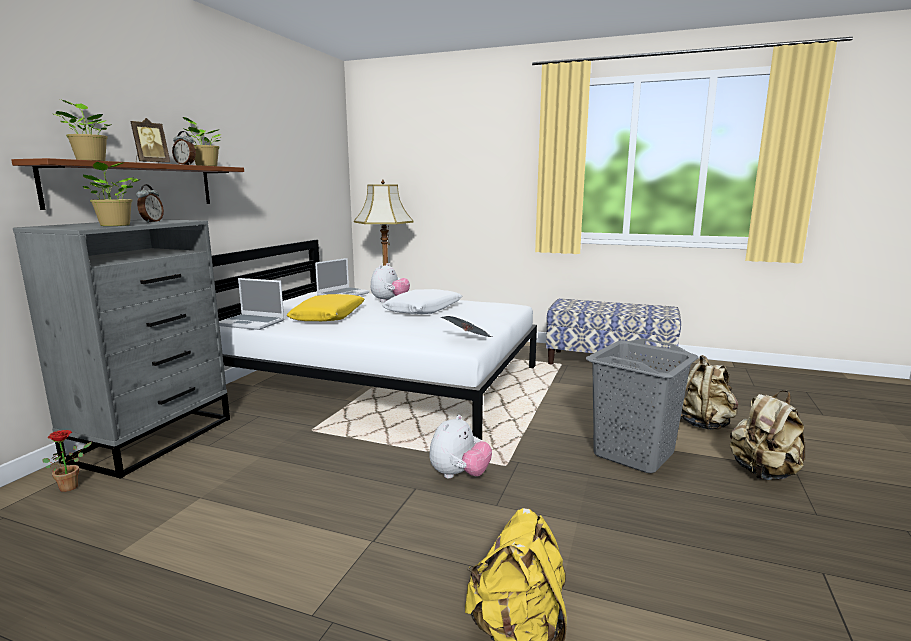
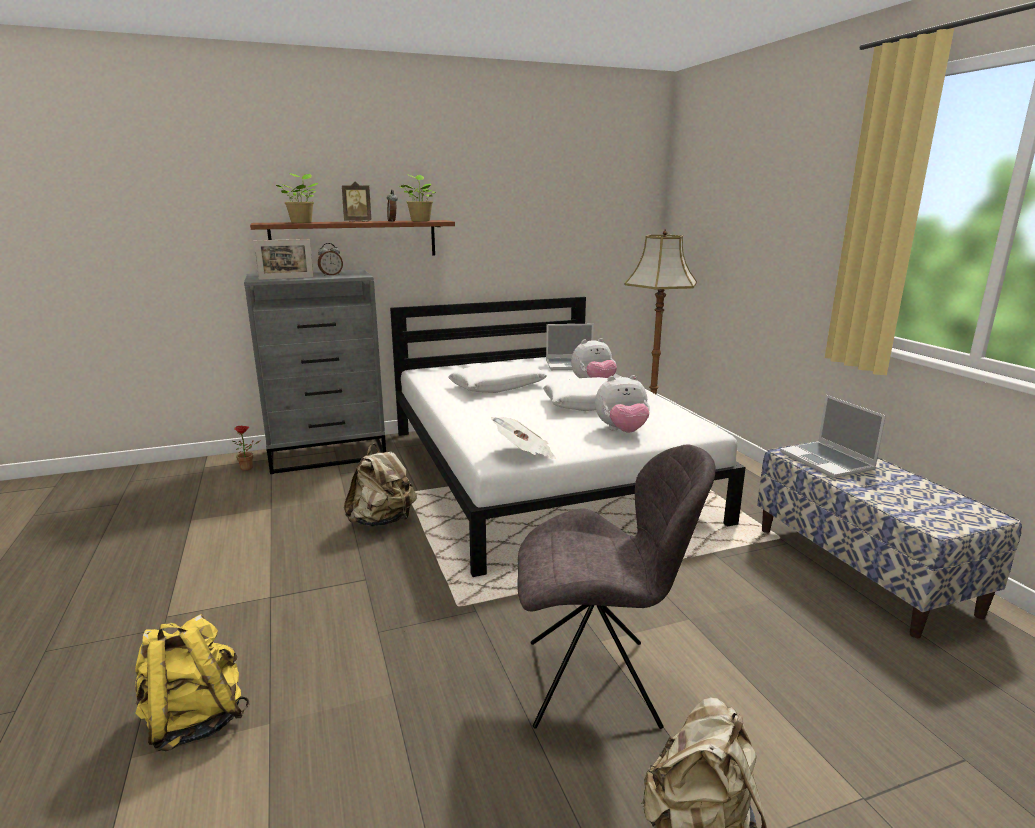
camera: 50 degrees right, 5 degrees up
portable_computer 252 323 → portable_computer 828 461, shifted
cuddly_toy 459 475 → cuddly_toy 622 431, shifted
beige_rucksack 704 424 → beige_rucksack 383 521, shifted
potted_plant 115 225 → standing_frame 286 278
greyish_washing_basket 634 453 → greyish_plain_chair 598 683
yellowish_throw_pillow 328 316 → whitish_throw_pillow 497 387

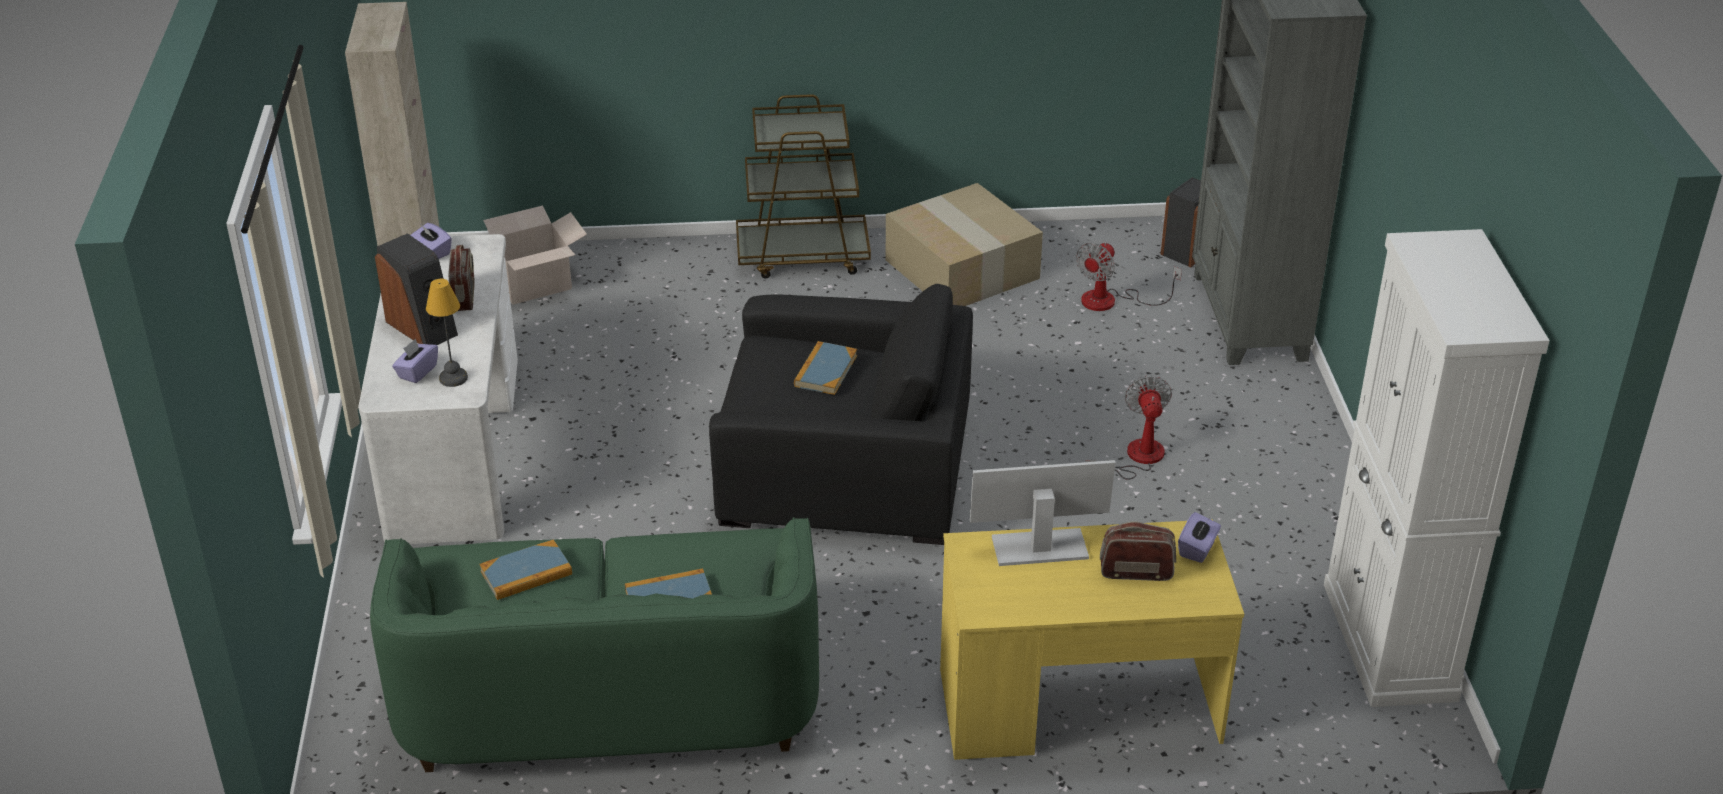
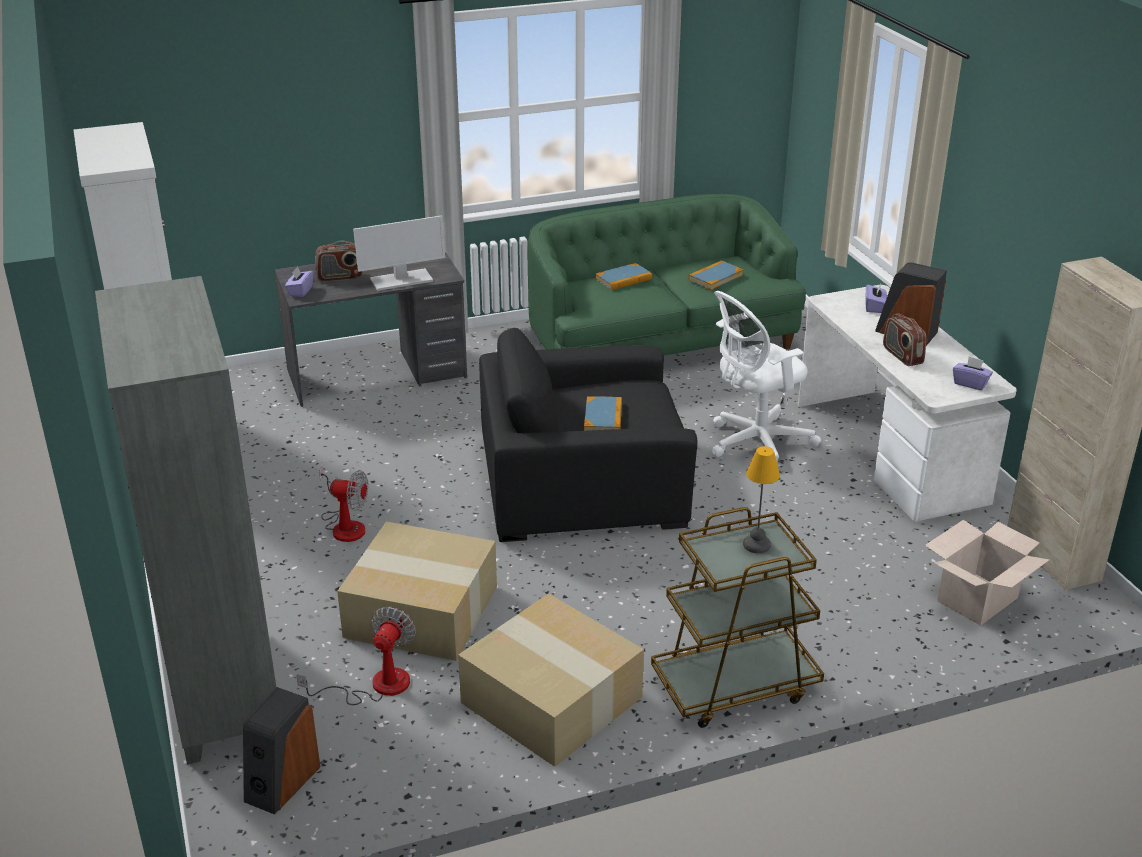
camera: 165 degrees right, 5 degrees down
- → carton 419 612
- → whitish_desk_chair 755 443
lamp_for_a_table 454 378 → lamp_for_a_table 755 545, shifted
yellowish_desk_unit 1078 706 → greyish_desk_unit 377 374
fan 1135 458 → fan 345 525, 60 degrees counterclockwise

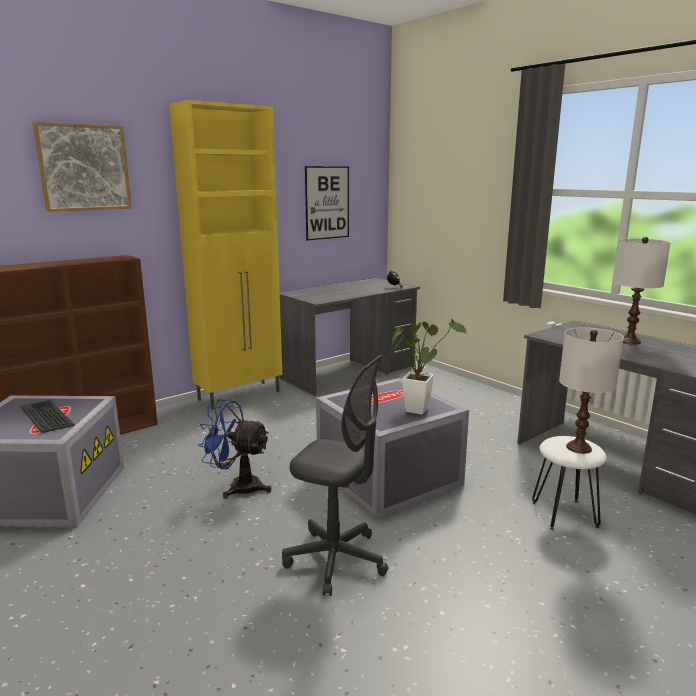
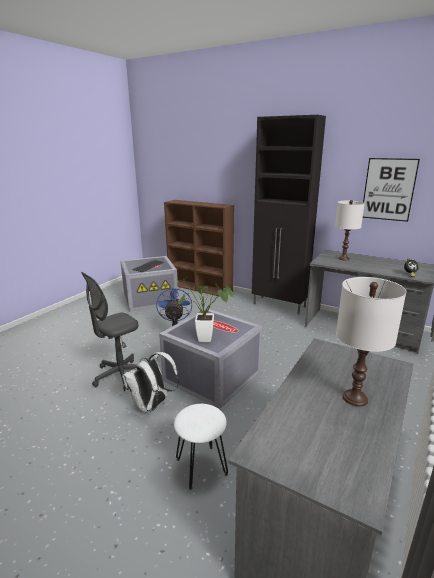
camera: 70 degrees right, 5 degrees up
picture 84 167 → -
- → whitish_rucksack 152 406
whitish_lamp_for_a_table 578 448 → whitish_lamp_for_a_table 343 258, shifted
yellowish_storage_cabinet 240 395 → black_storage_cabinet 280 305
greyish_desk_chair 336 560 → greyish_desk_chair 120 375, 45 degrees clockwise

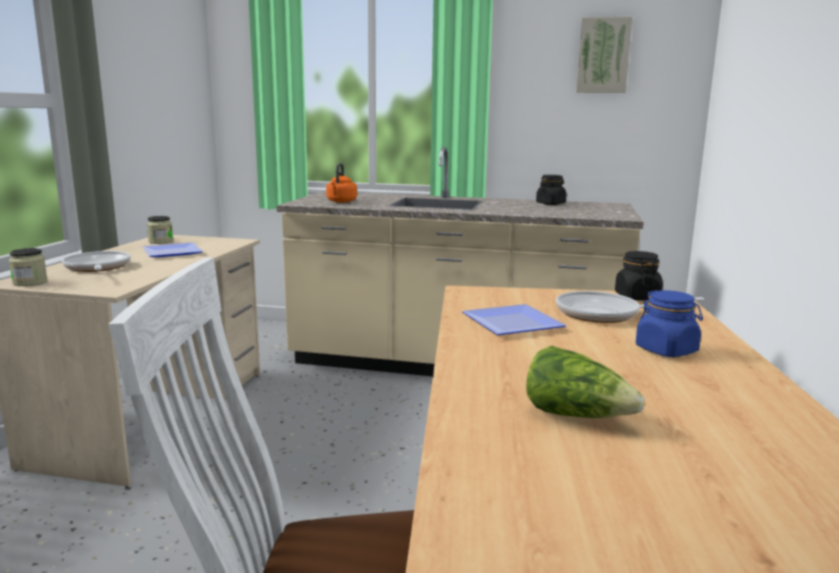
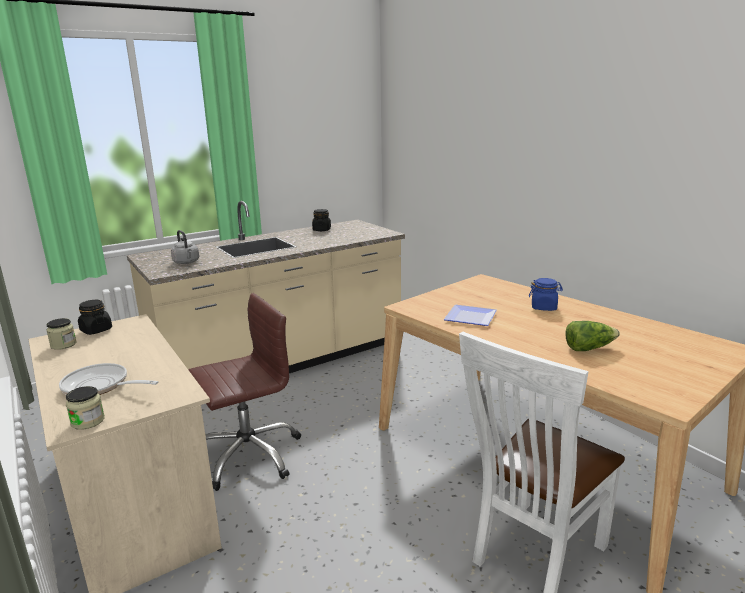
camera: 45 degrees left, 5 degrees up
flat_dish 171 253 → -
pan 605 314 → -
picture 603 55 → -
- → brownish_desk_chair 248 455
black_storage_jar 637 297 → black_storage_jar 96 330, shifted
orange-coloured_kettle 341 202 → greyish_kettle 187 262

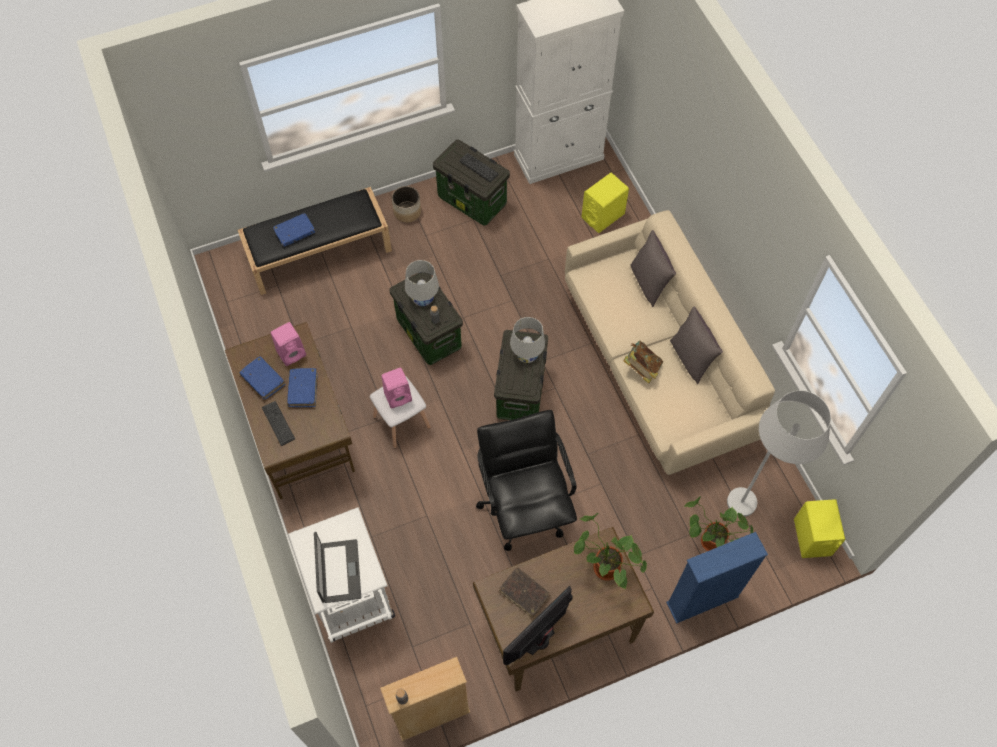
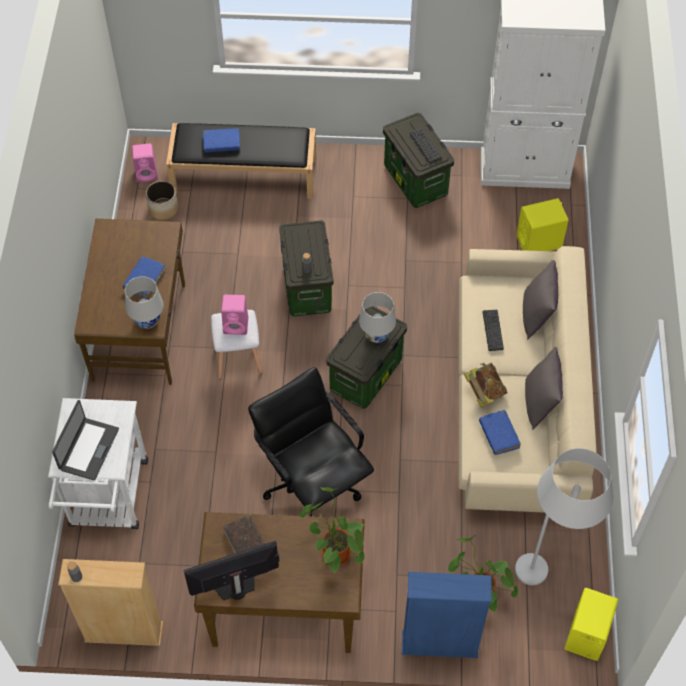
camera: 25 degrees right, 5 degrees down
bluish_book 263 380 → bluish_book 499 435, shifted
keyboard 278 423 → keyboard 492 330, shifted
pink-coloured_audio_speaker 292 352 → pink-coloured_audio_speaker 147 174, shifted
planter 407 212 → planter 163 209, shifted
whitish_lamp_for_a_table 423 299 → whitish_lamp_for_a_table 147 320, shifted
black_desk_chair 524 507 → black_desk_chair 312 483, 45 degrees counterclockwise

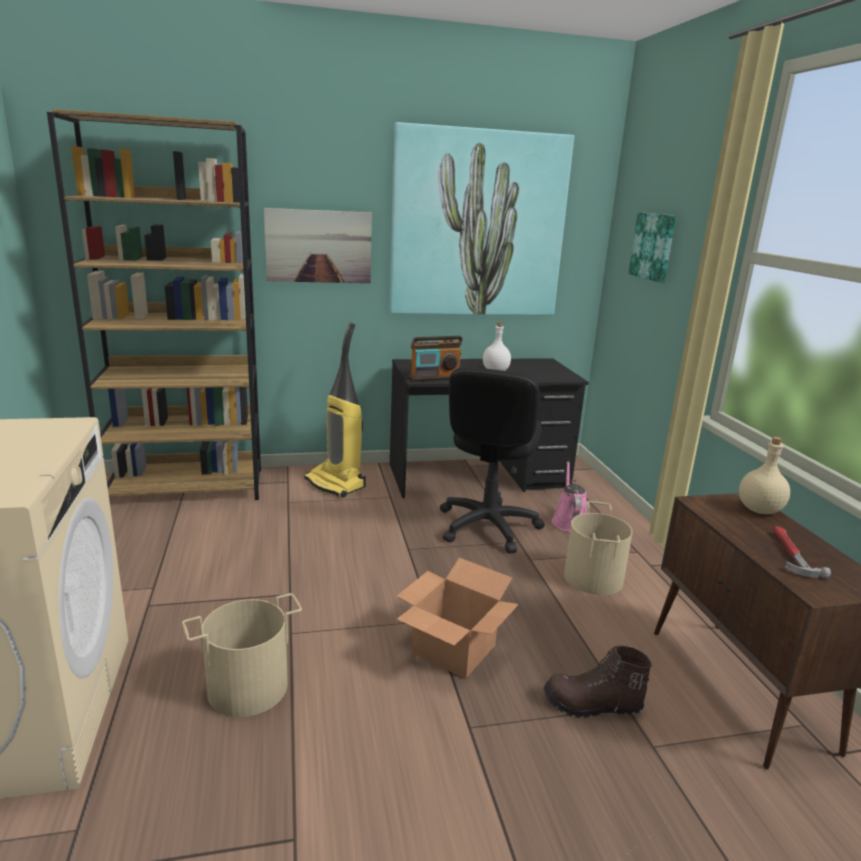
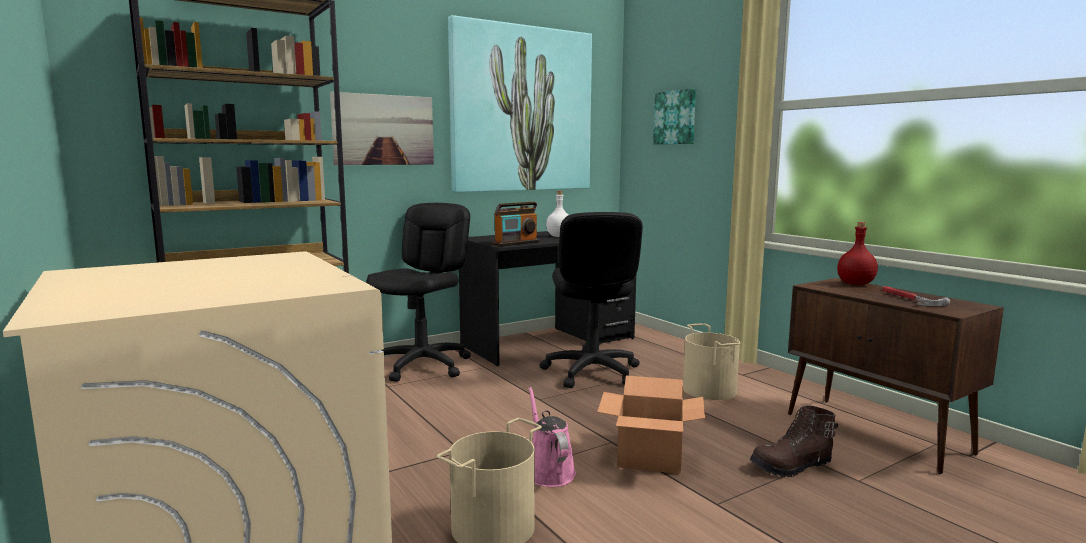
camera: 20 degrees left, 10 degrees down
pink-coloured_sprinkling_can 568 521 → pink-coloured_sprinkling_can 548 471, shifted
vacuum 336 484 → black_desk_chair 422 366
beige_bottle 759 509 → red_bottle 855 284

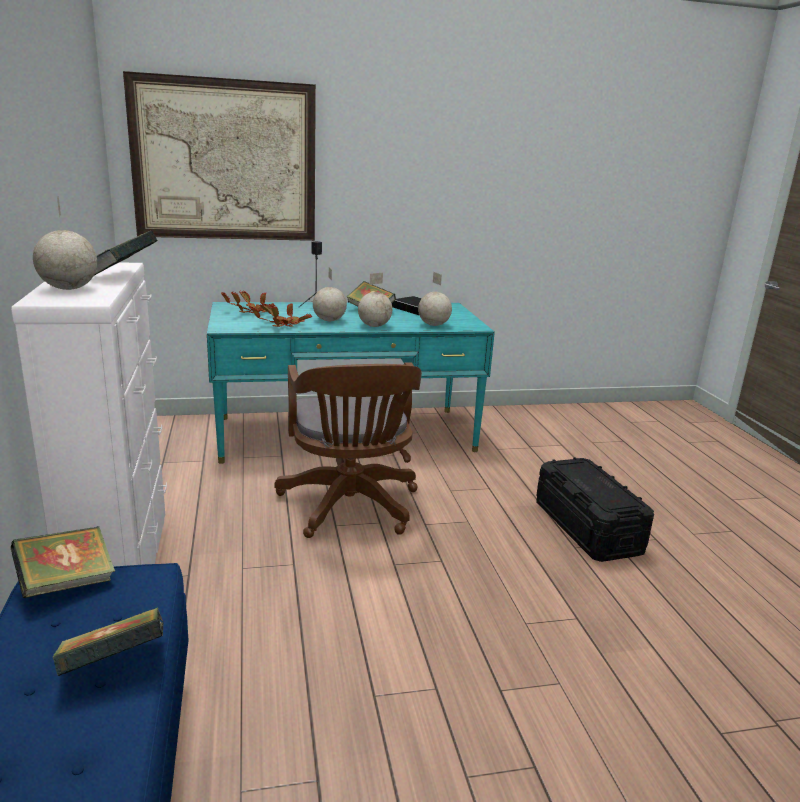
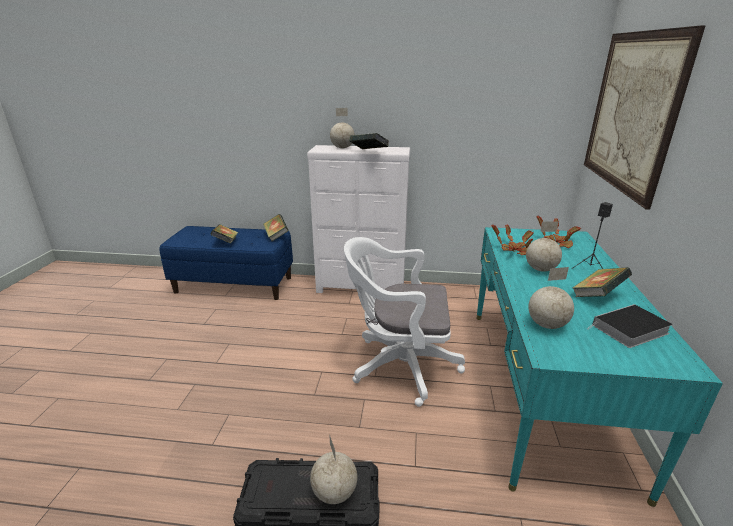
camera: 110 degrees right, 5 degrees up
globe 374 326 → globe 335 492, shifted
brownish_desk_chair 350 508 → whitish_desk_chair 399 365

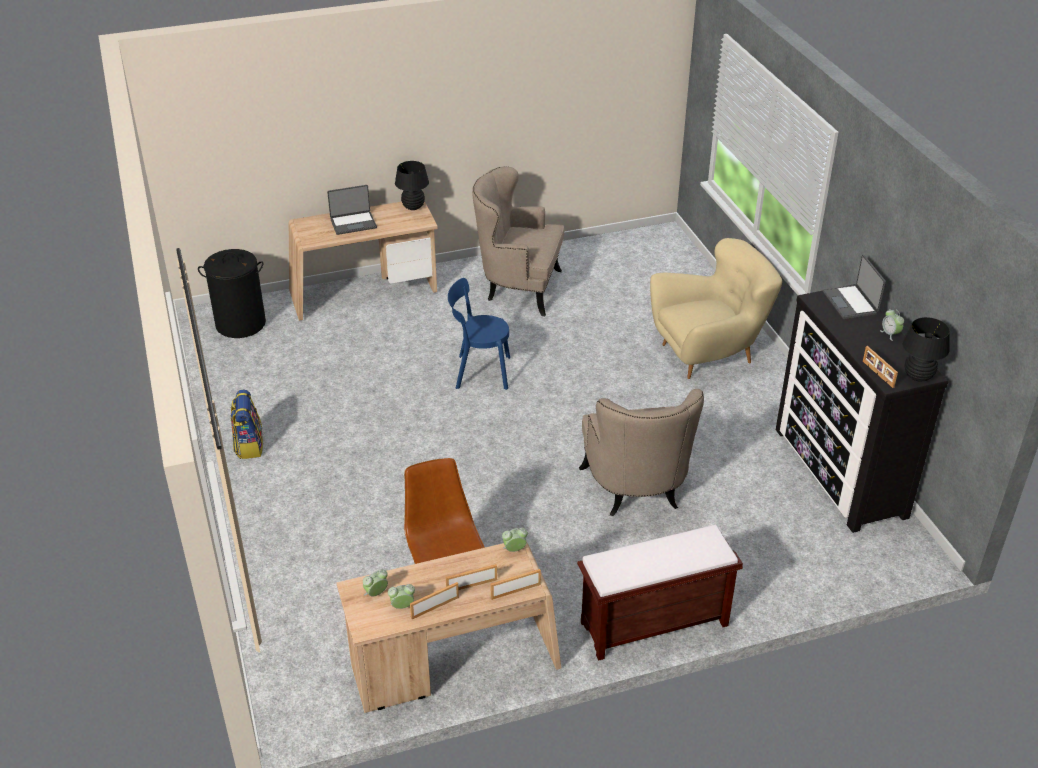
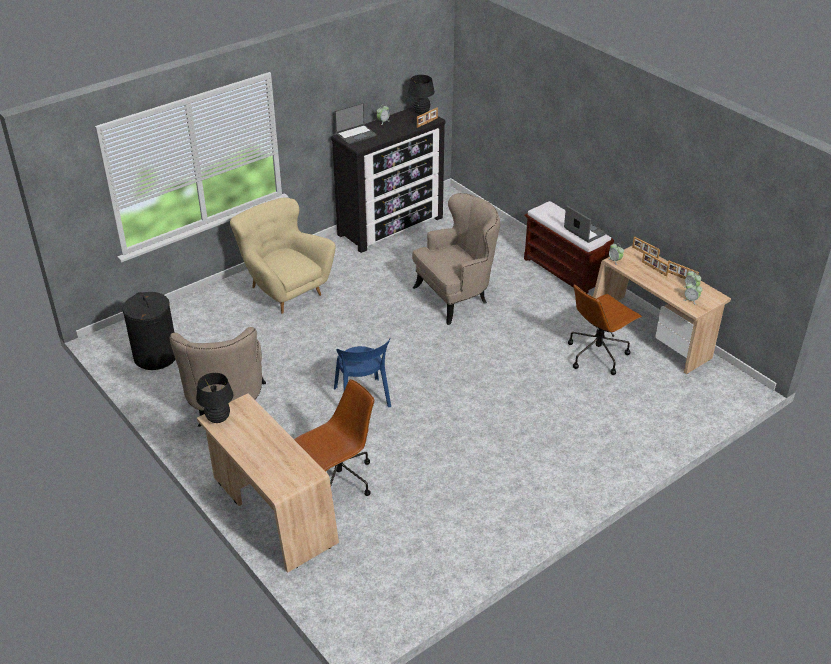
camera: 110 degrees left, 0 degrees up
rucksack 249 445 → -
- → brownish_desk_chair 338 481
black_washing_basket 240 324 → black_washing_basket 156 356, shifted
portable_computer 353 223 → portable_computer 584 231, shifted

